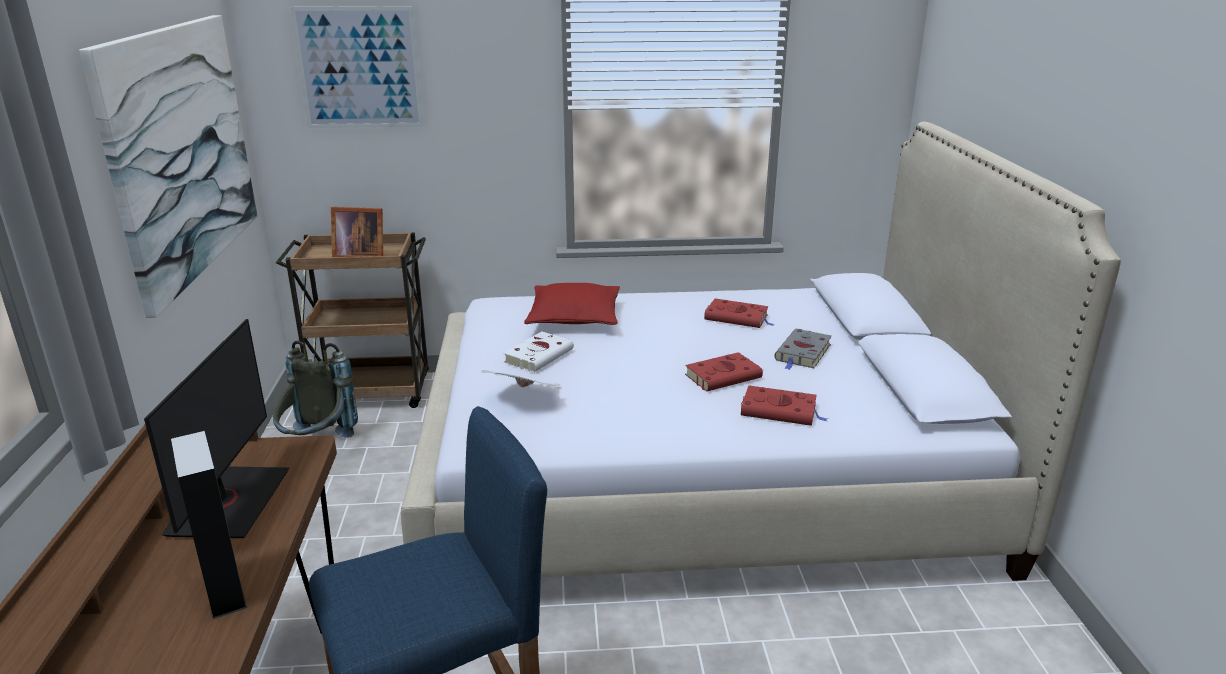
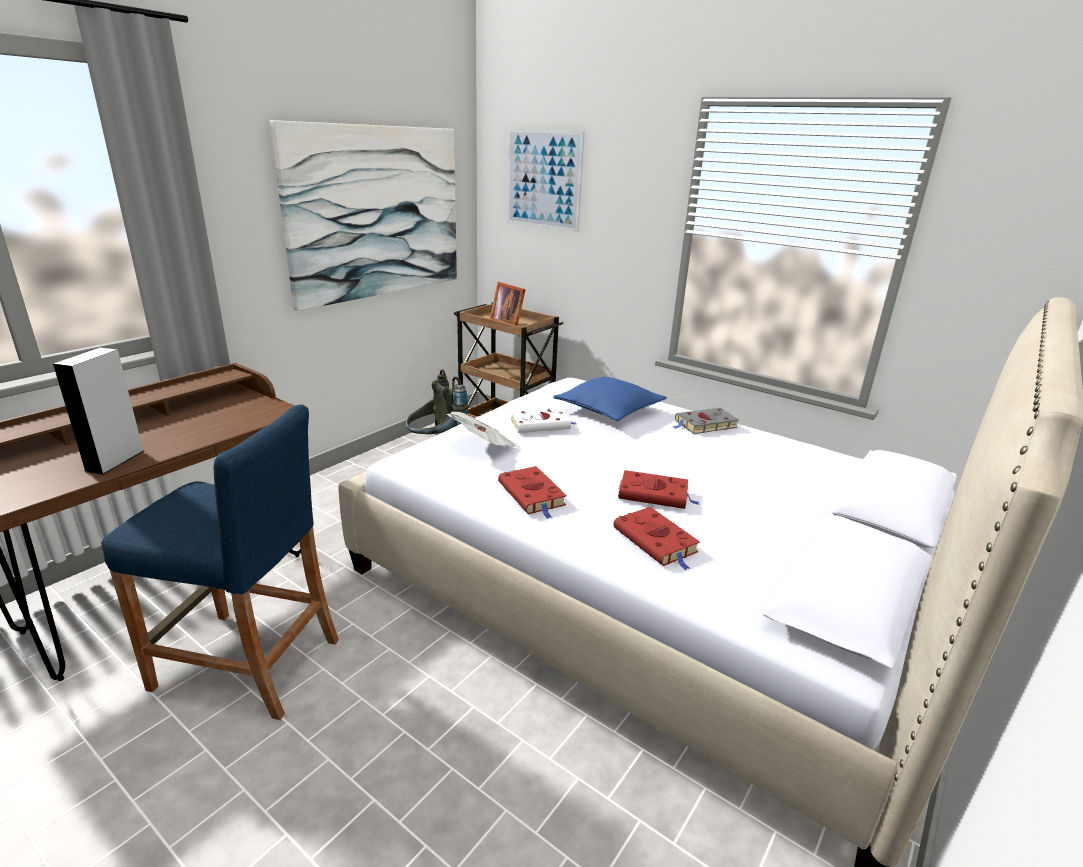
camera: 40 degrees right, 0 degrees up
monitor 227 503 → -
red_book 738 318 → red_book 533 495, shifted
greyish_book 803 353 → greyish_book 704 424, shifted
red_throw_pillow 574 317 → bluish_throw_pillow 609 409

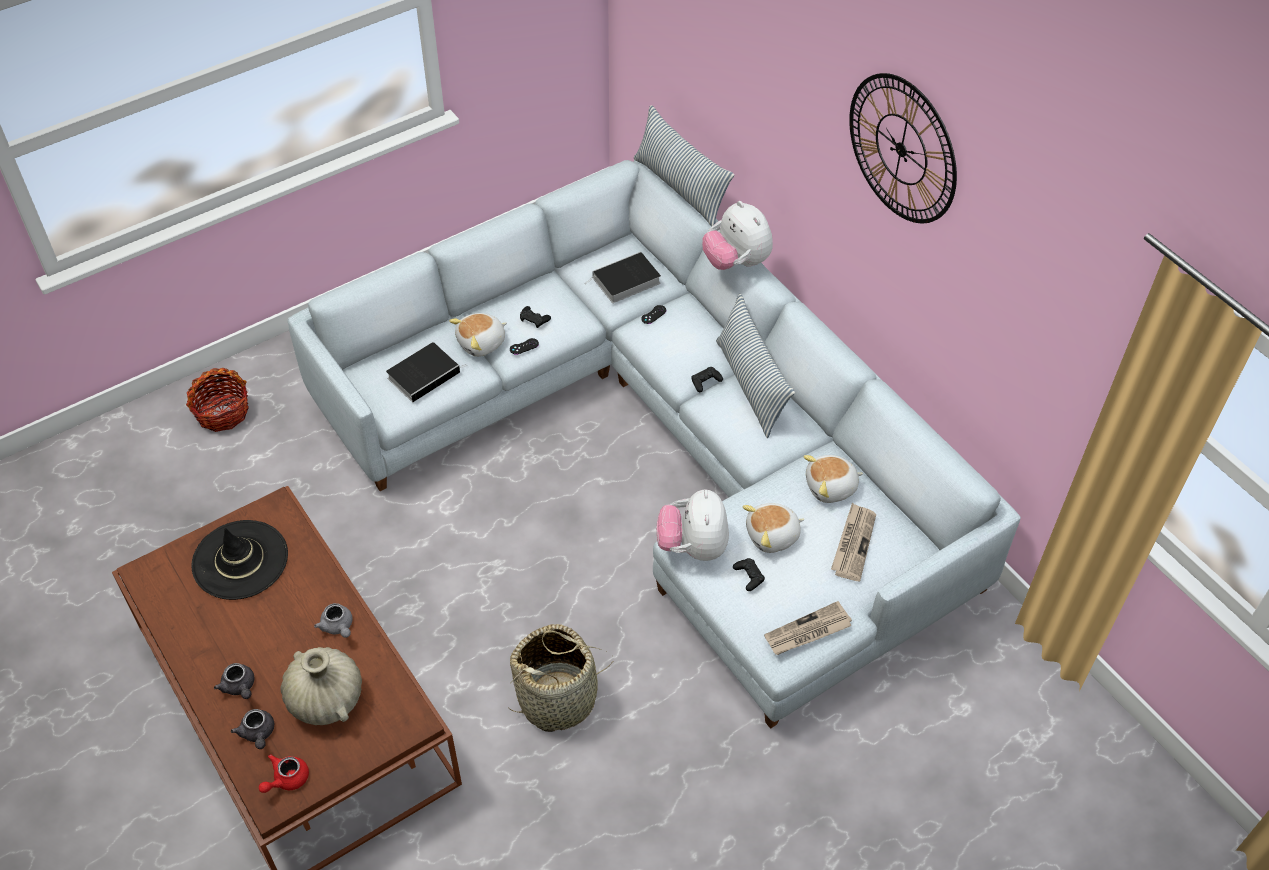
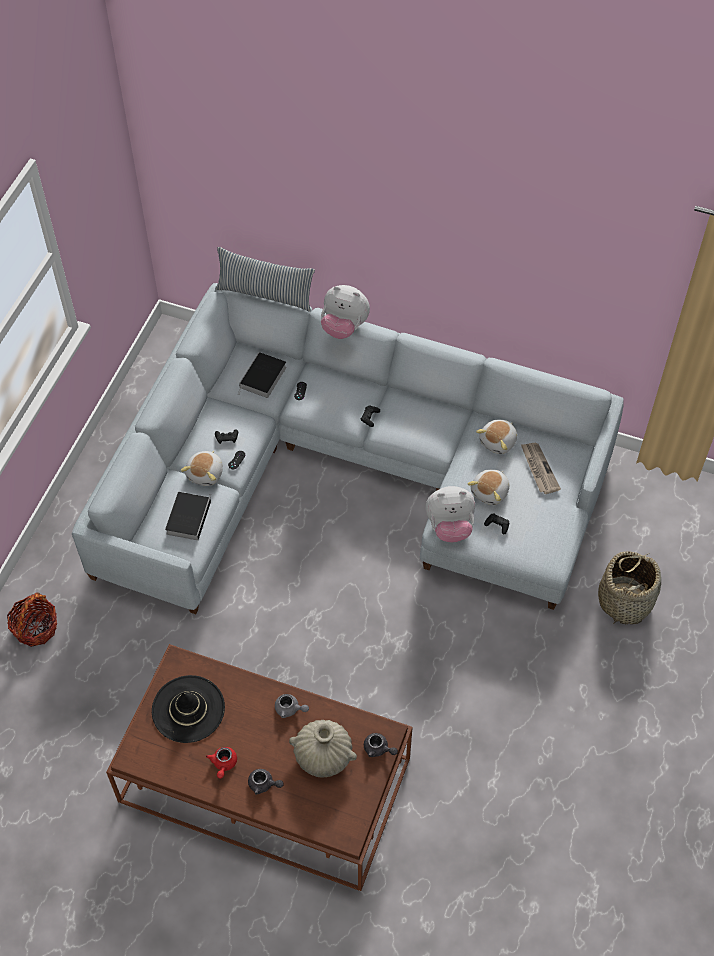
camera: 35 degrees left, 5 degrees up
throw_pillow 750 386 → -
printed_paper 807 632 → -
wall_clock 901 149 → -
greyish_teapot 258 734 → greyish_teapot 378 749, shifted
red_teapot 286 779 → red_teapot 223 764, shifted
storage_basket 558 698 → storage_basket 625 601, shifted
cuddly_toy 693 546 → cuddly_toy 449 527, 60 degrees counterclockwise

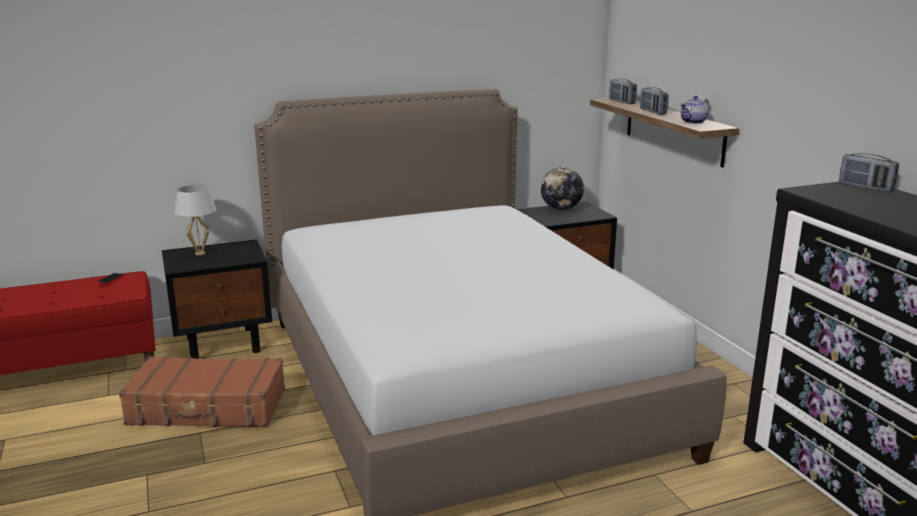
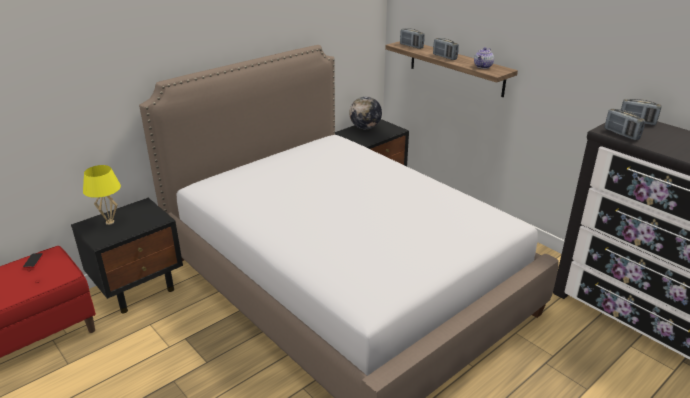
camera: 20 degrees left, 10 degrees up
brownish_travel_case 208 408 → -
- → radio_set 621 134
whitish_lamp_for_a_table 200 253 → yellowish_lamp_for_a_table 110 222

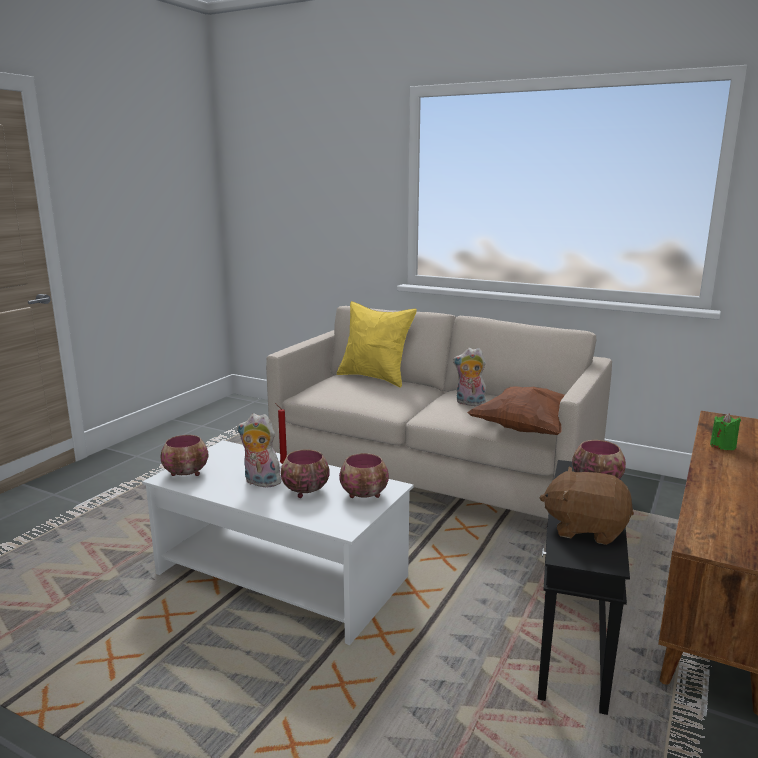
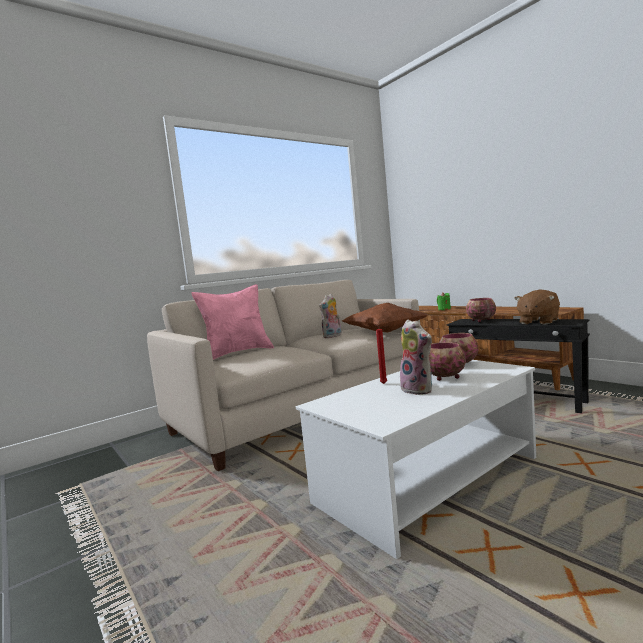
camera: 65 degrees left, 10 degrees down
serving_bowl 187 473 → -
yellowish_throw_pillow 375 378 → pink-coloured_throw_pillow 238 353
cuddly_toy 260 482 → cuddly_toy 419 389, 75 degrees counterclockwise

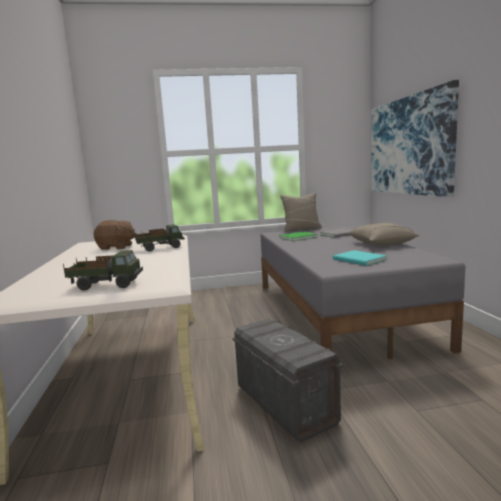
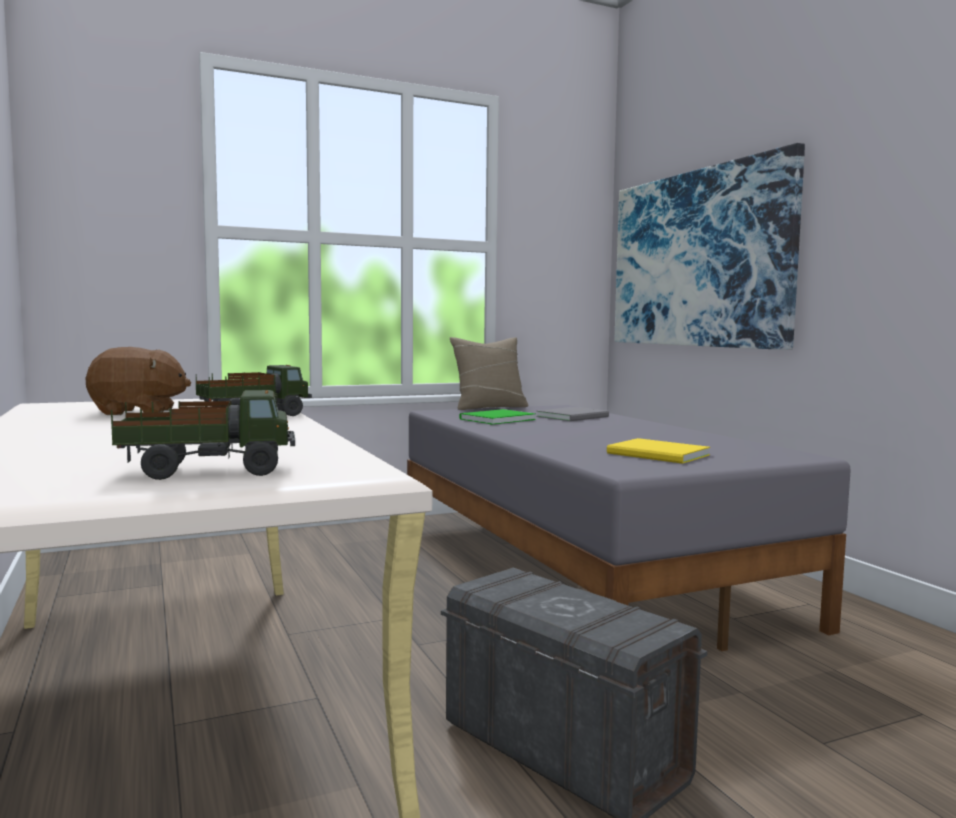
camera: 15 degrees left, 5 degrees down
beige_throw_pillow 381 243 → -
turquoise_book 359 260 → yellowish_book 659 455

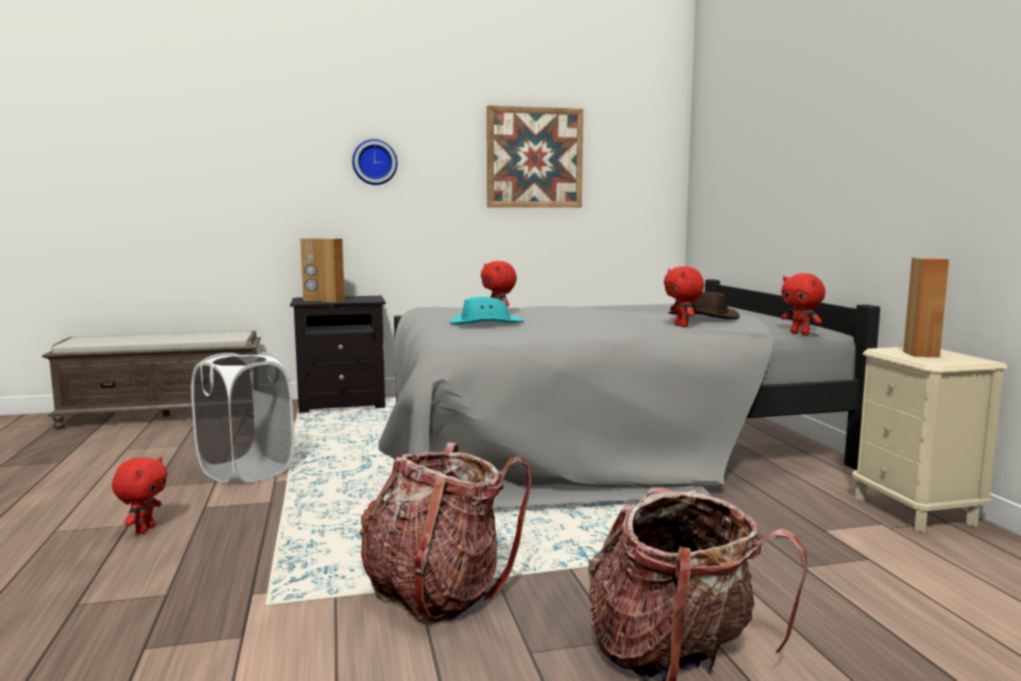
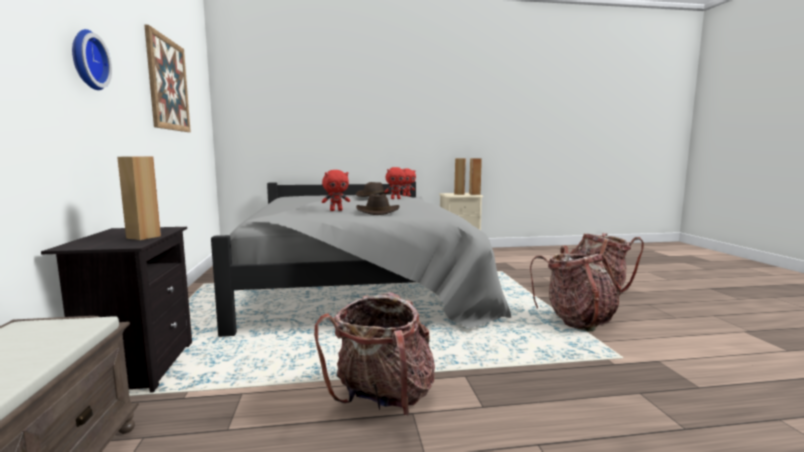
camera: 85 degrees left, 0 degrees up
red_cuddly_toy 144 529 → -
brownish_audio_speaker 312 300 → brownish_audio_speaker 475 194, shifted
whitish_washing_basket 246 471 → rucksack 383 399
turquoise_clothing_hat 486 323 → brownish_clothing_hat 377 212

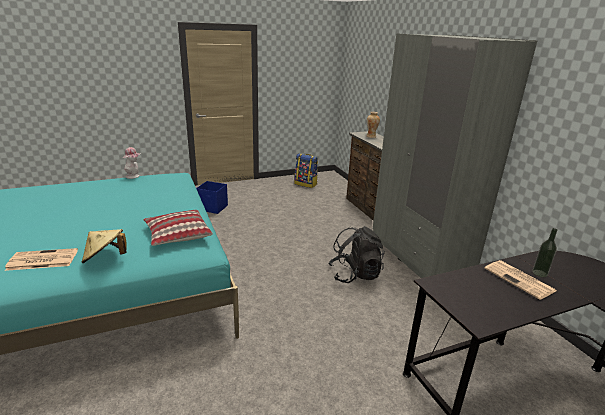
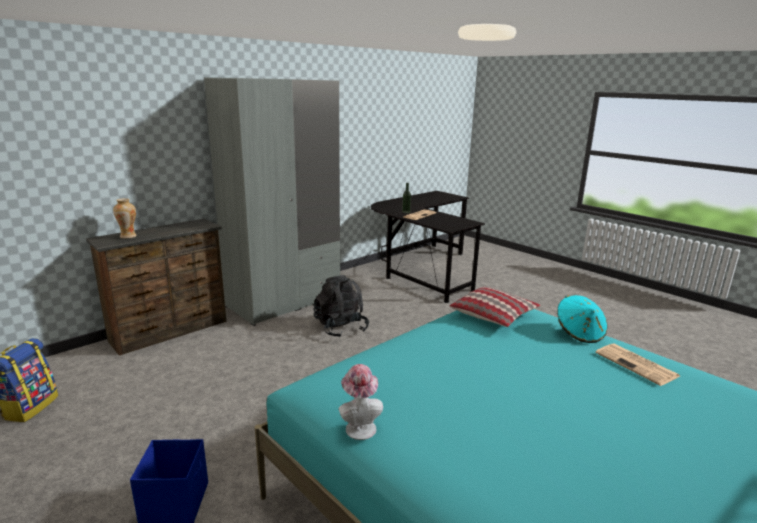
camera: 110 degrees left, 5 degrees down
beige_clothing_hat 105 258 → turquoise_clothing_hat 579 333

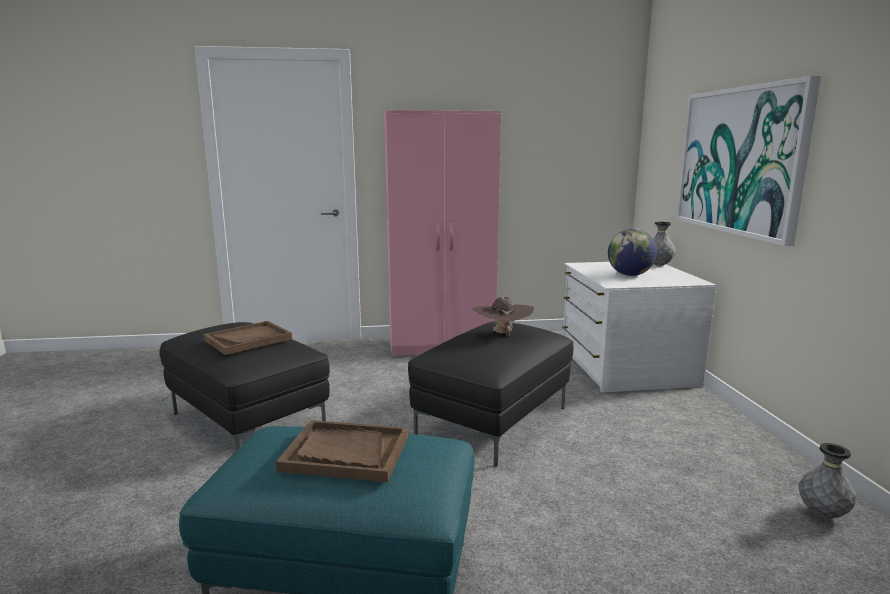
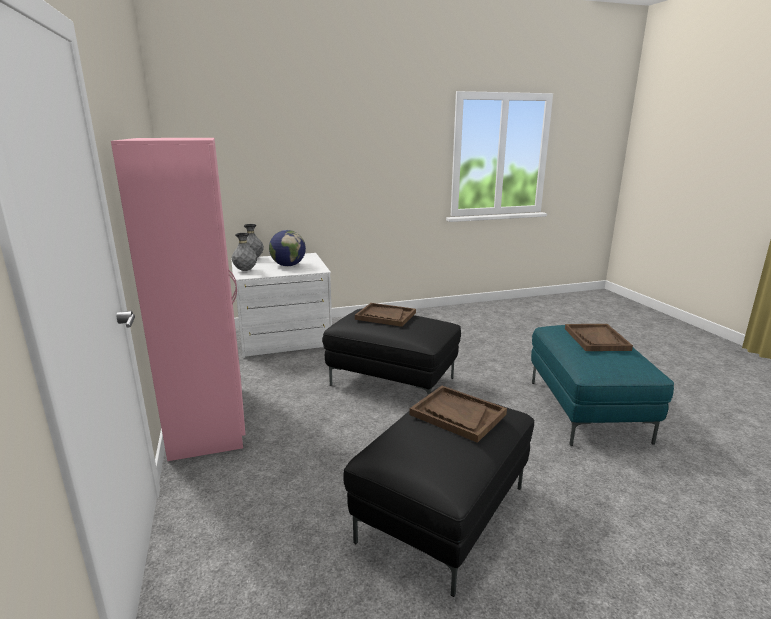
camera: 100 degrees left, 5 degrees up
picture 739 161 → -
greyish_flower_vase 822 514 → greyish_flower_vase 245 270, shifted
brownish_clothing_hat 502 333 → brownish_tray 385 316

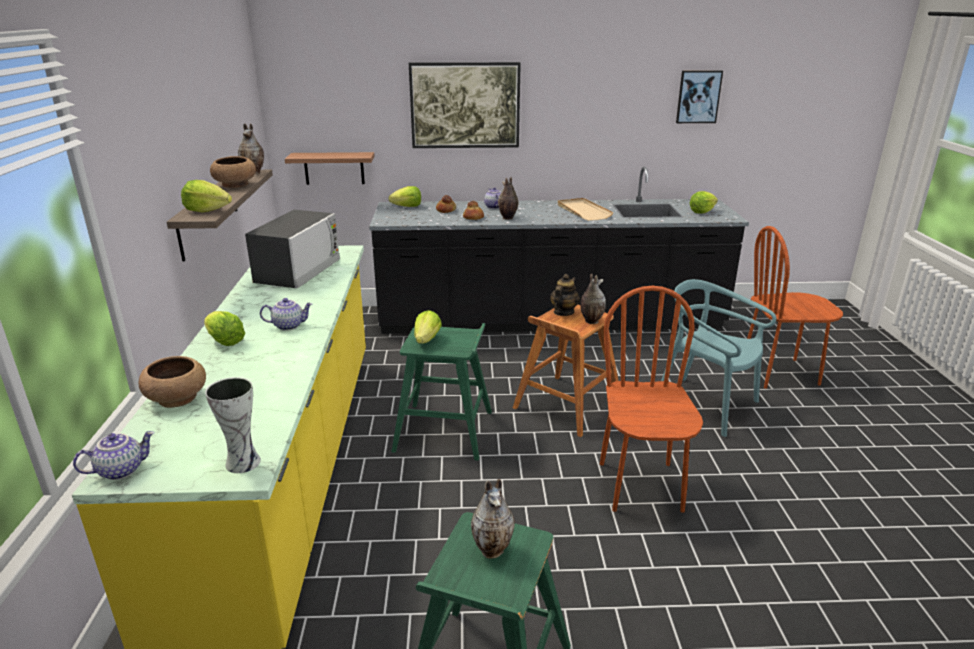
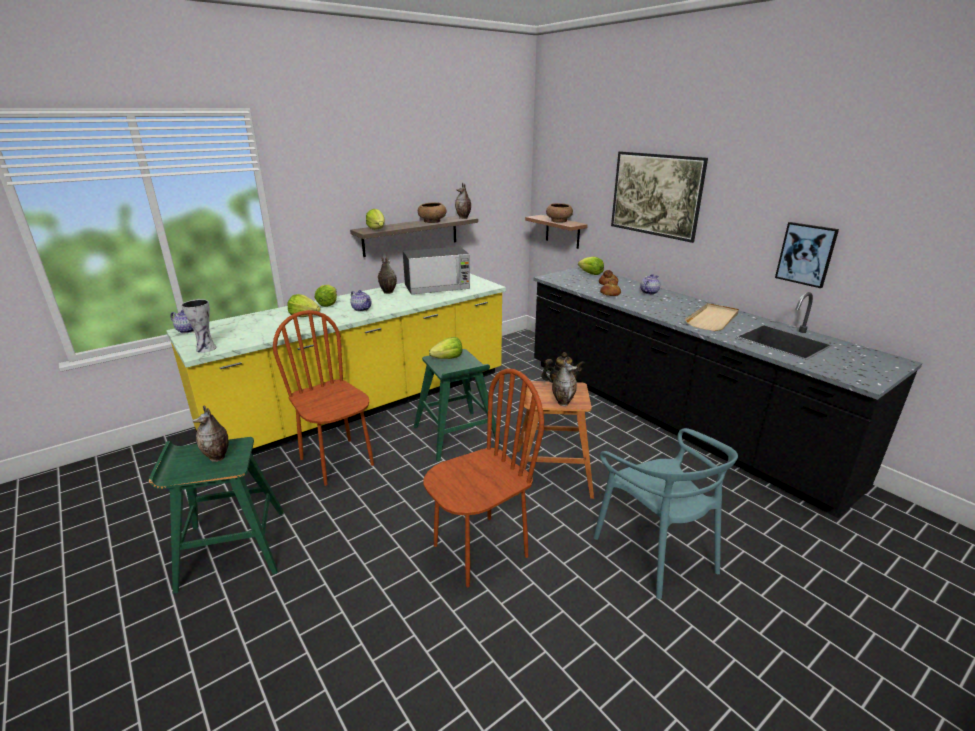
camera: 55 degrees right, 0 degrees up
brownish_serving_bowl 178 398 → brownish_serving_bowl 559 221, shifted
flower_vase 507 218 → flower_vase 387 292, shifted
picture 698 97 → picture 806 254, shifted
head_of_lettuce 702 212 → head_of_lettuce 304 316, shifted
brownish_plain_chair 780 373 → brownish_plain_chair 337 461, shifted
turquoise_plain_chair 706 405 → turquoise_plain_chair 656 552, 150 degrees clockwise

